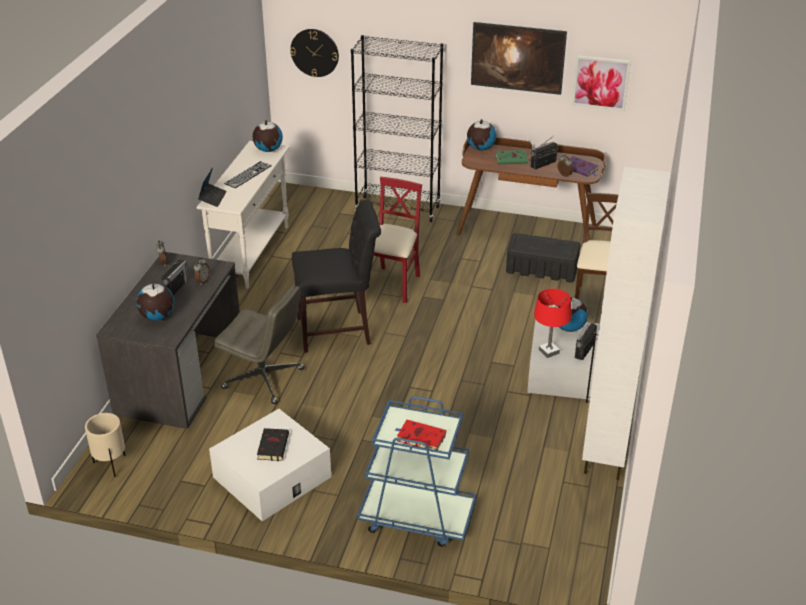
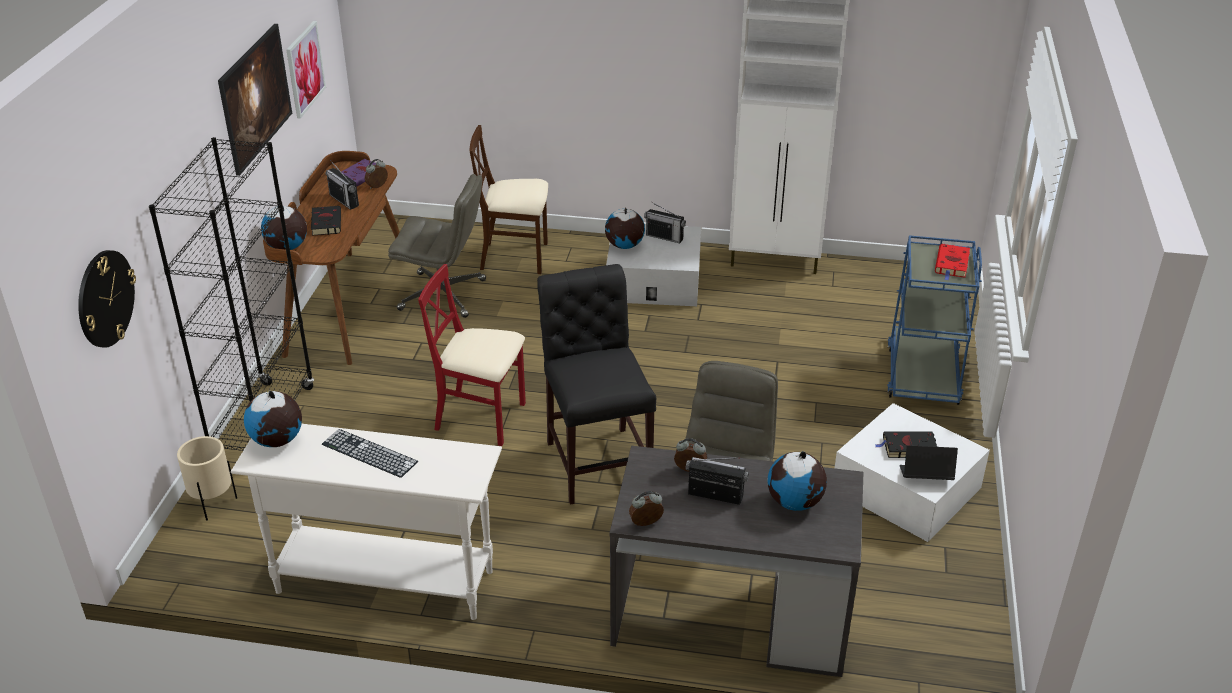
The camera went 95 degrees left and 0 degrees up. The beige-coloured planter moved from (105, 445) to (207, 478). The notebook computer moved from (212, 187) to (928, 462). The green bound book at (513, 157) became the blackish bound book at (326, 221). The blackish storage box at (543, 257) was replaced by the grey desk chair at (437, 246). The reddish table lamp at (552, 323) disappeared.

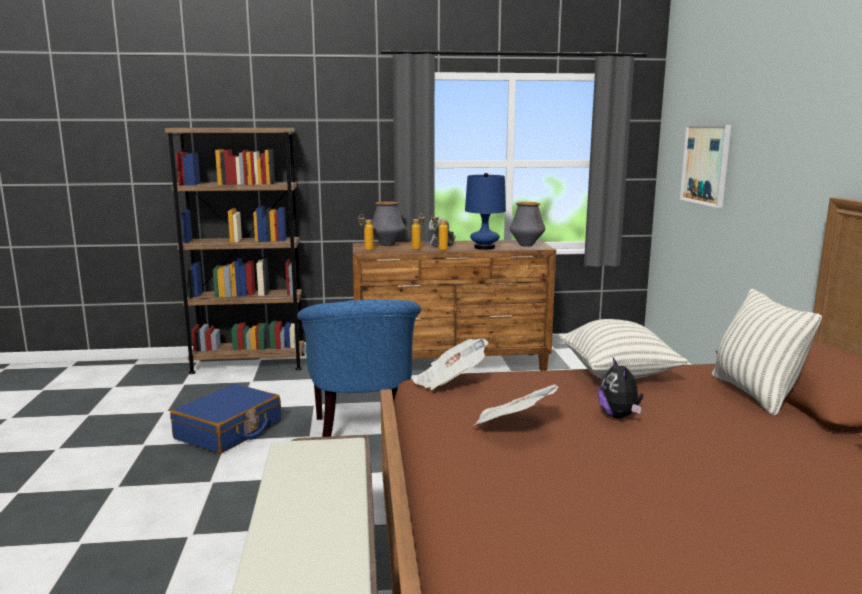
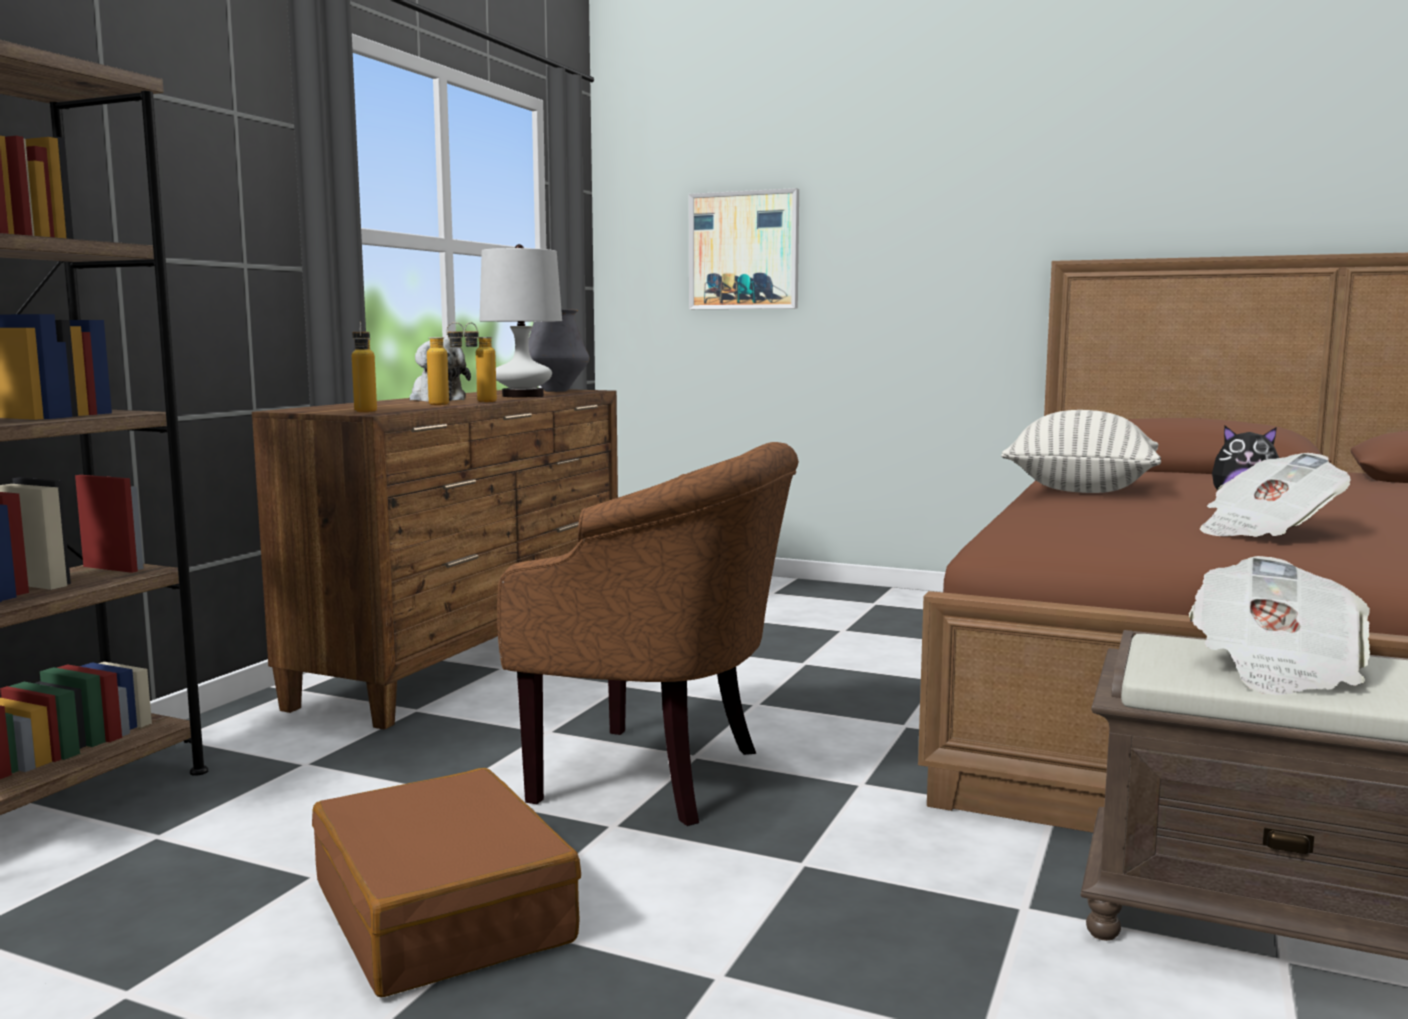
The camera went 60 degrees left and 5 degrees down. The bluish suitcase at (225, 419) became the brown suitcase at (446, 882). The bluish lounge chair at (359, 368) became the brown lounge chair at (648, 634). The flower vase at (388, 223) disappeared. The daily paper moved from (451, 364) to (1279, 625). The bluish table lamp at (485, 211) became the white-coloured table lamp at (521, 320). The throw pillow at (767, 352) disappeared.

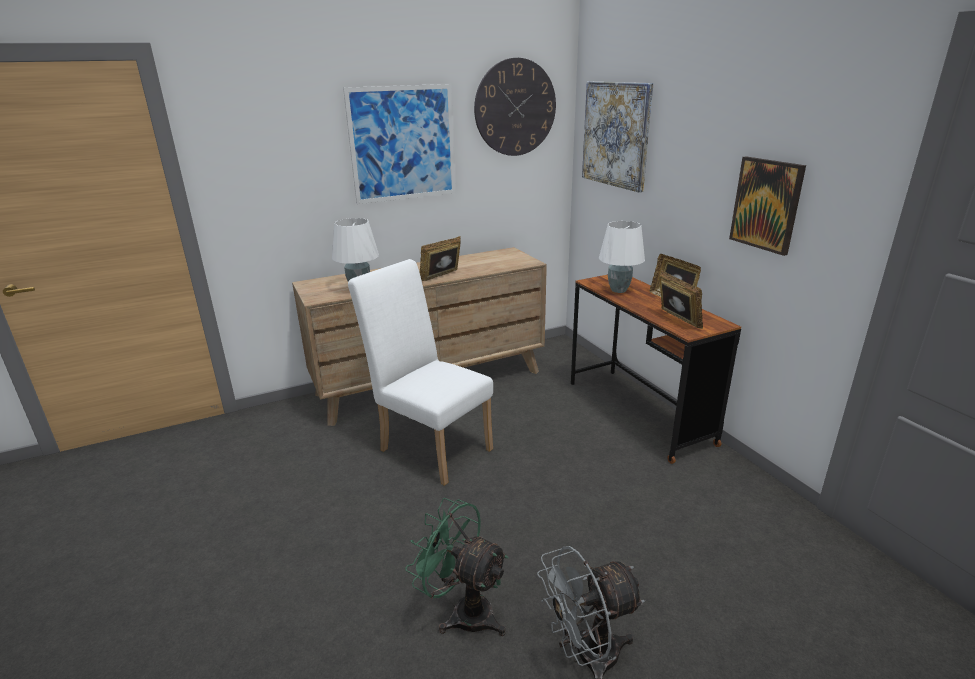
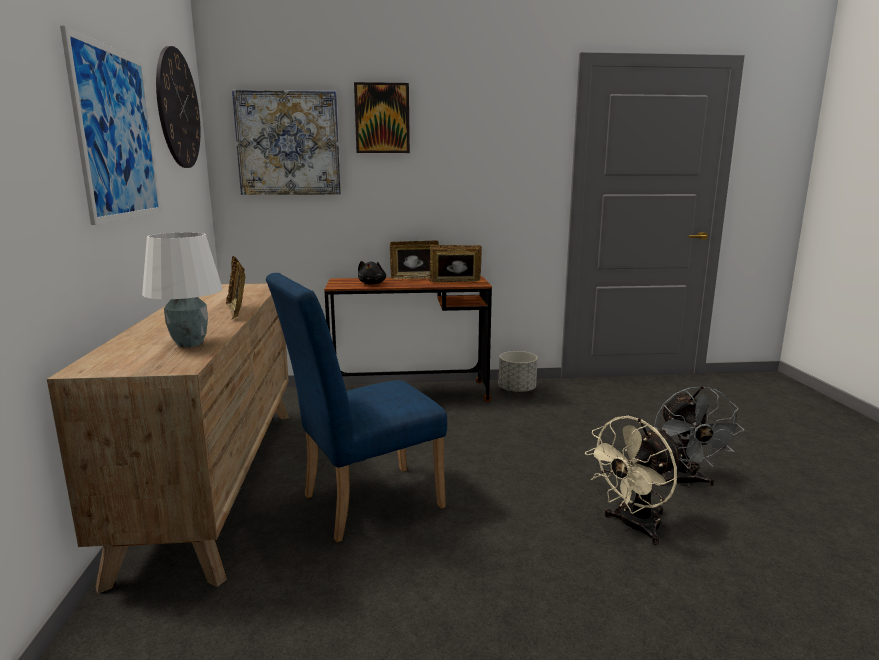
The camera went 70 degrees left and 10 degrees down. The white-coloured upright chair at (420, 372) became the bluish upright chair at (356, 407). The green fan at (457, 567) became the beige-coloured fan at (633, 480). The white-coloured table lamp at (622, 257) was replaced by the blackish soft toy at (372, 273). The wall art moved from (767, 206) to (382, 117). The grey planter at (518, 372) appeared.

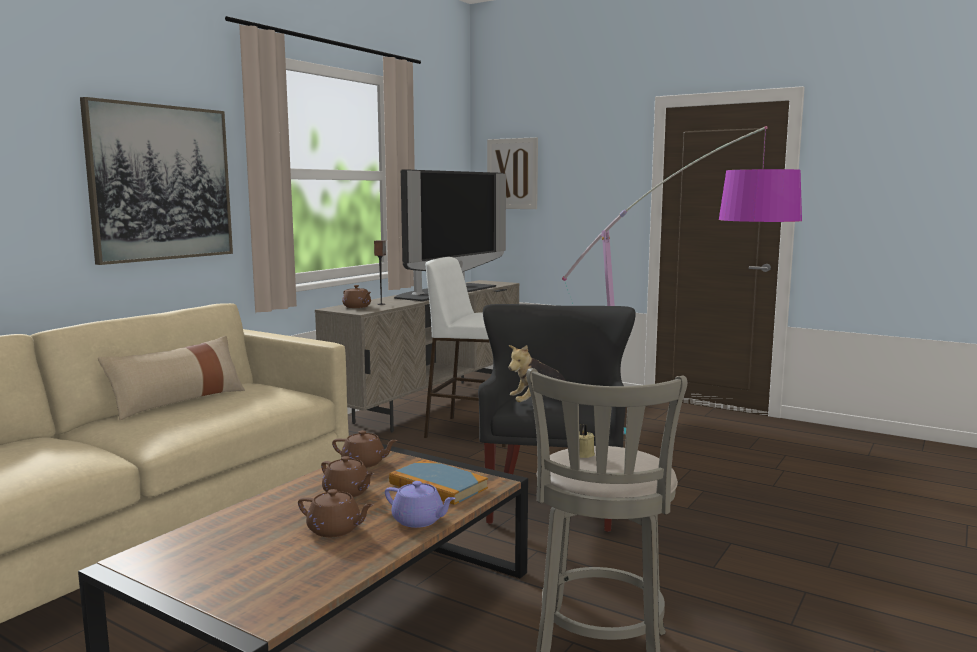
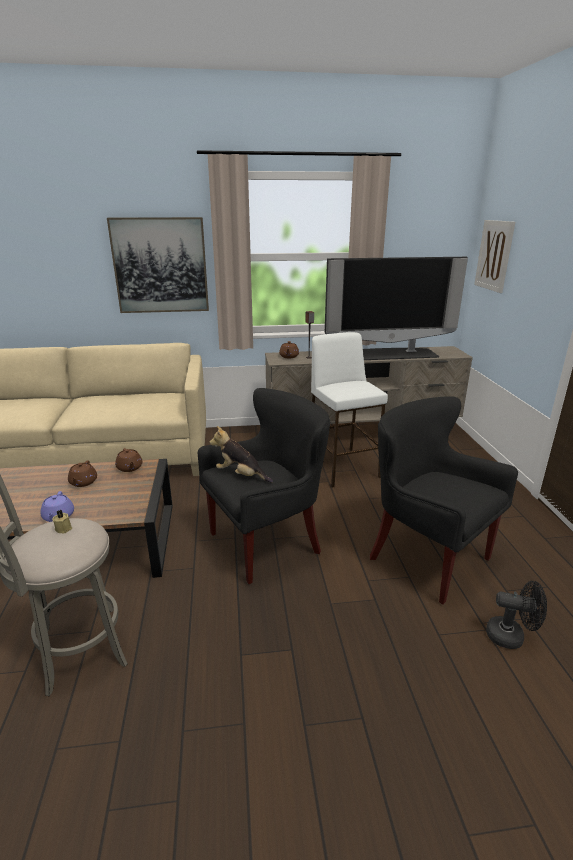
The camera went 50 degrees right and 15 degrees up. The beige-coloured throw pillow at (171, 378) disappeared. The brown teapot at (336, 513) disappeared. The bound book at (438, 482) disappeared. The standing lamp at (682, 280) was replaced by the blackish lounge chair at (443, 500). The blackish fan at (516, 615) appeared.

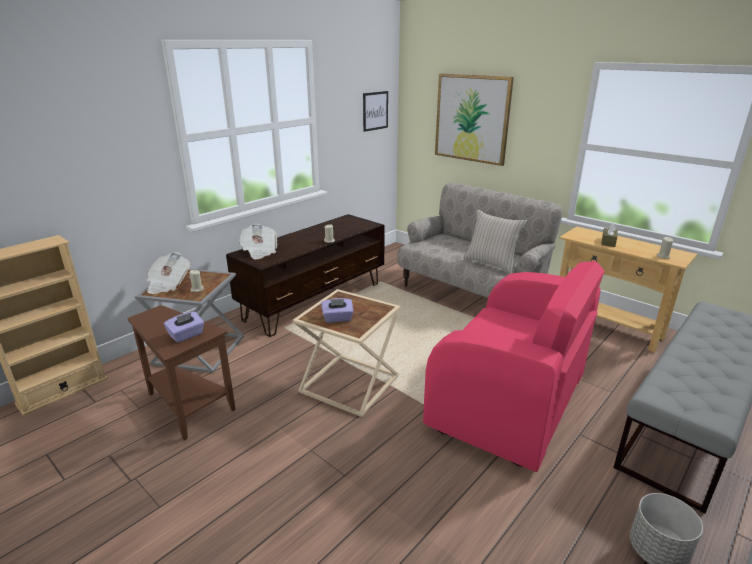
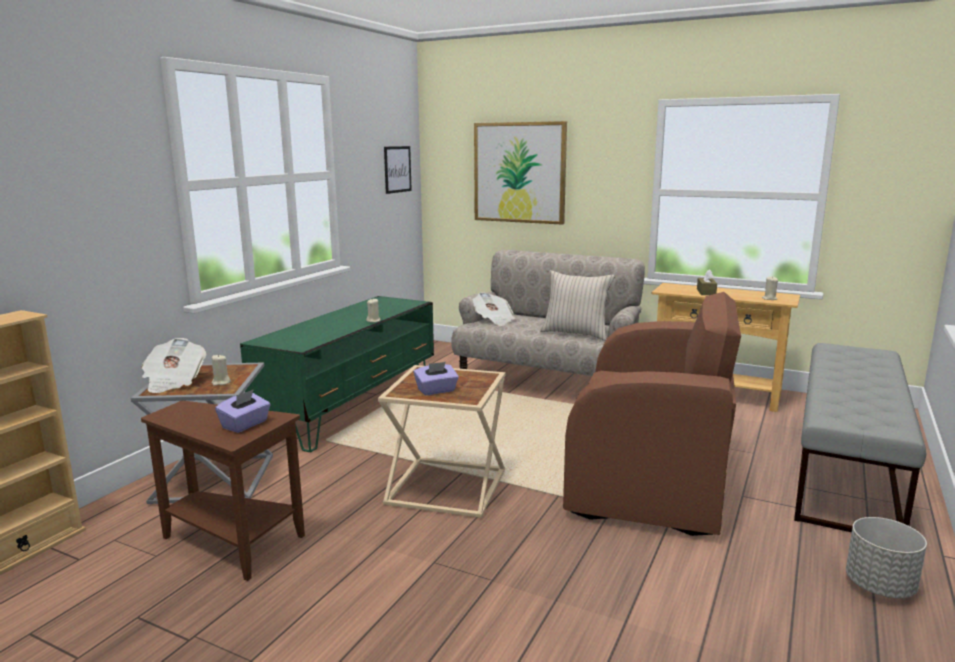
The camera went 15 degrees left and 10 degrees down. The brown tv unit at (305, 275) became the green tv unit at (337, 374). The daily paper moved from (258, 242) to (494, 309). The pink-coloured lounge chair at (514, 366) became the brown lounge chair at (652, 414).

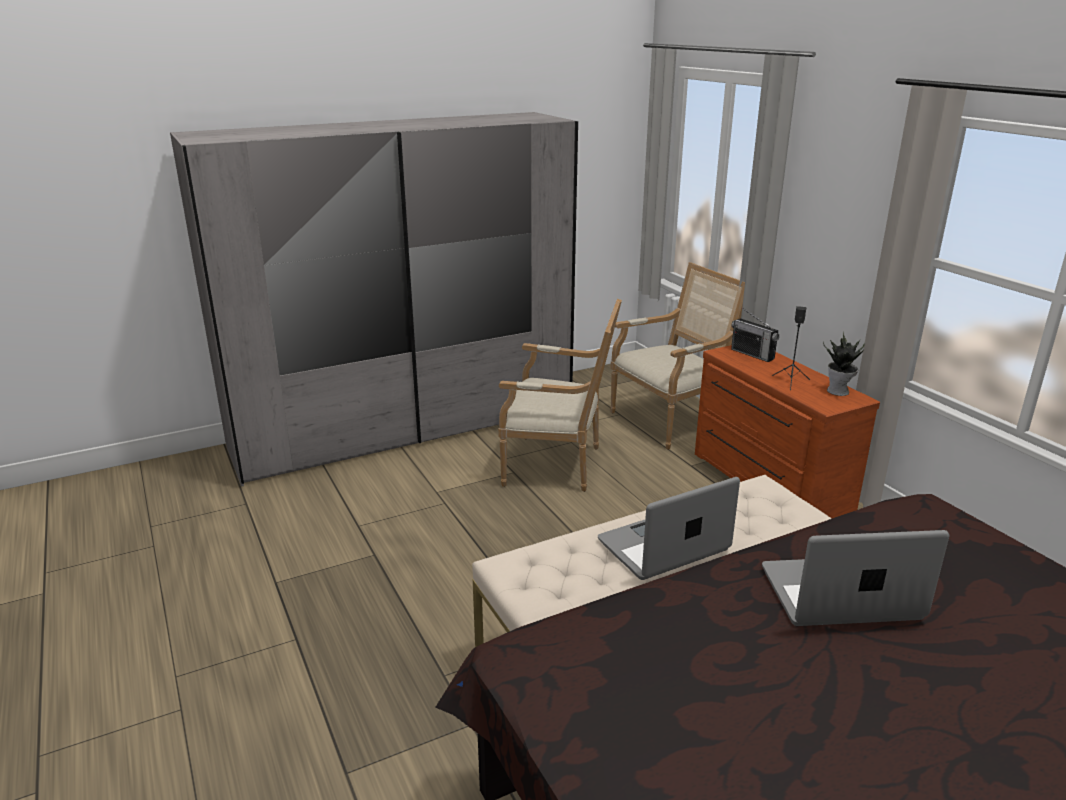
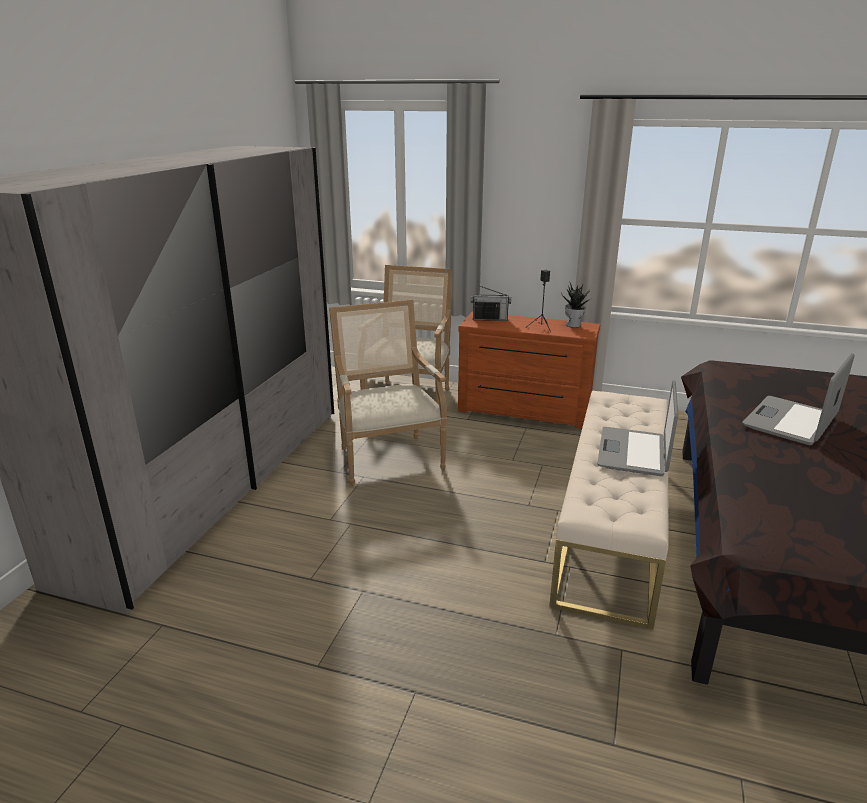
The camera went 45 degrees left and 0 degrees up. The lounge chair at (560, 395) turned 75 degrees counterclockwise.

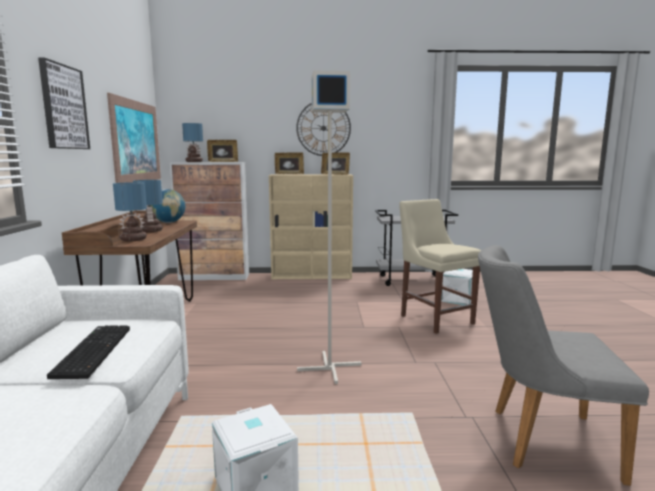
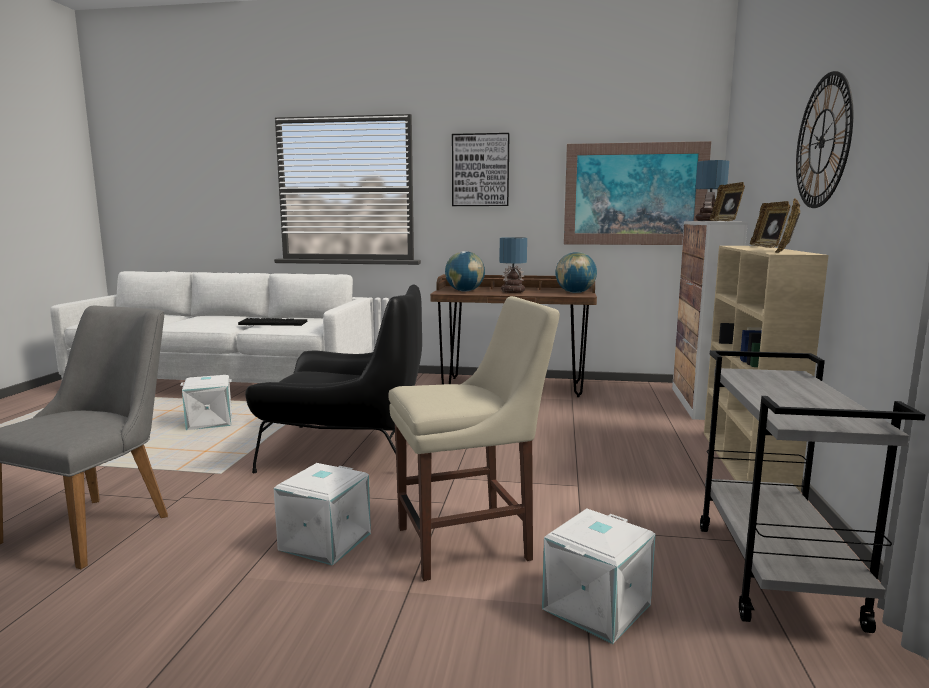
The camera went 100 degrees right and 0 degrees up. The table lamp at (130, 211) was replaced by the world globe at (465, 271). The grey standing lamp at (329, 227) was replaced by the blackish lounge chair at (333, 379). The white-coloured storage box at (322, 514) appeared.

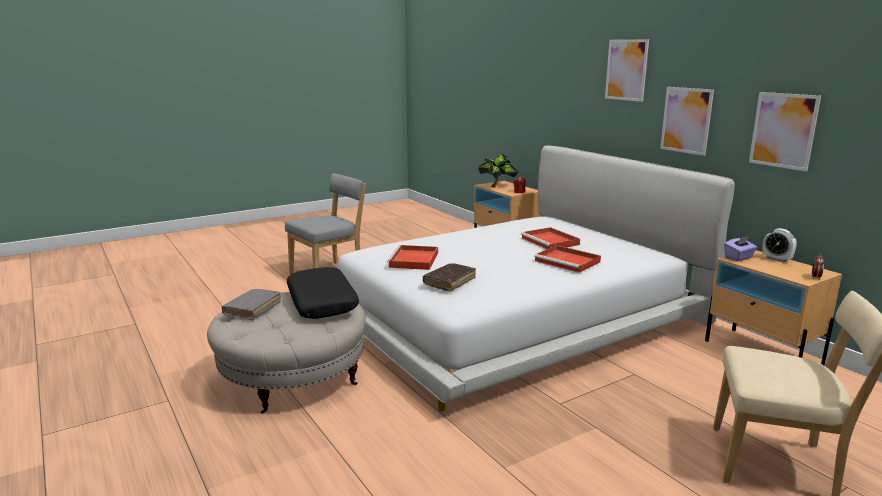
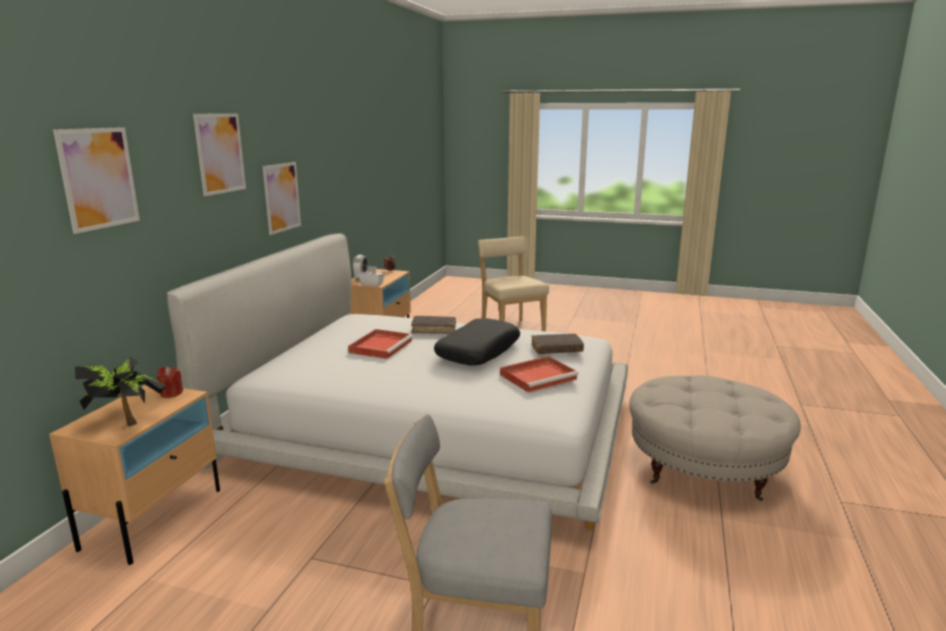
The camera went 130 degrees left and 0 degrees up. The grey bound book at (251, 304) disappeared. The blackish throw pillow moved from (323, 293) to (477, 342). The reddish tray at (567, 259) was replaced by the brown bound book at (433, 325). The purplish tissue box at (740, 248) became the white-coloured tissue box at (371, 276). The wall art moved from (785, 131) to (96, 180).

